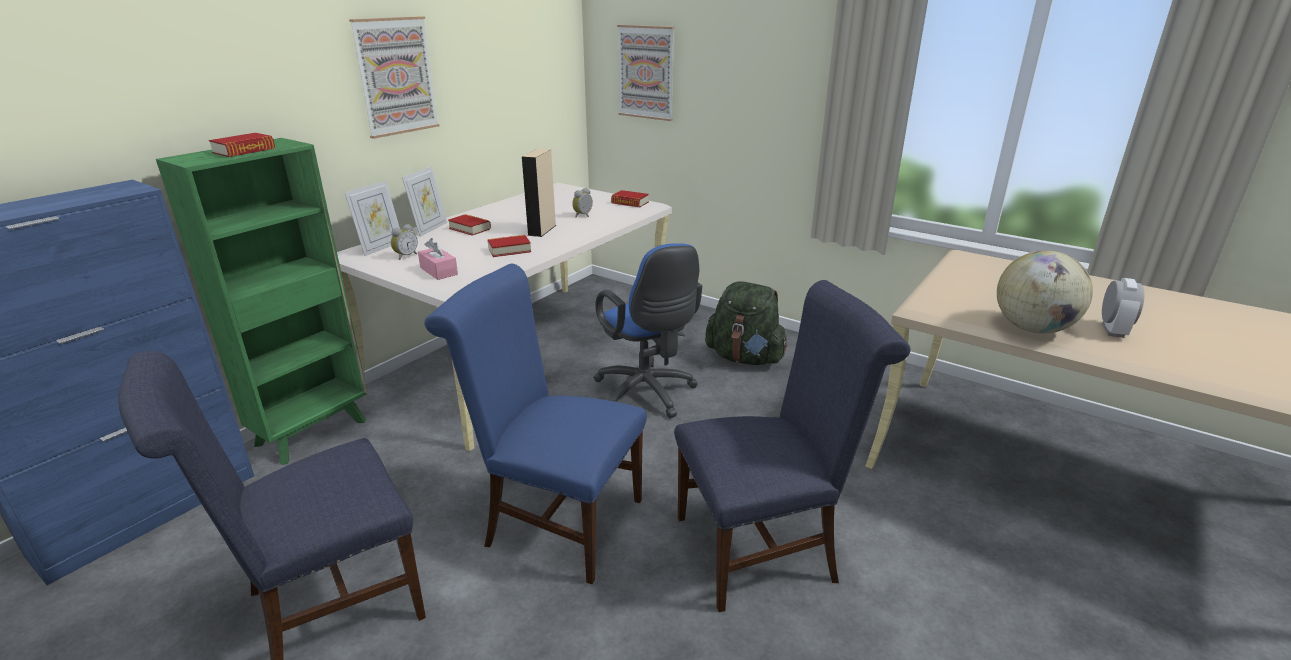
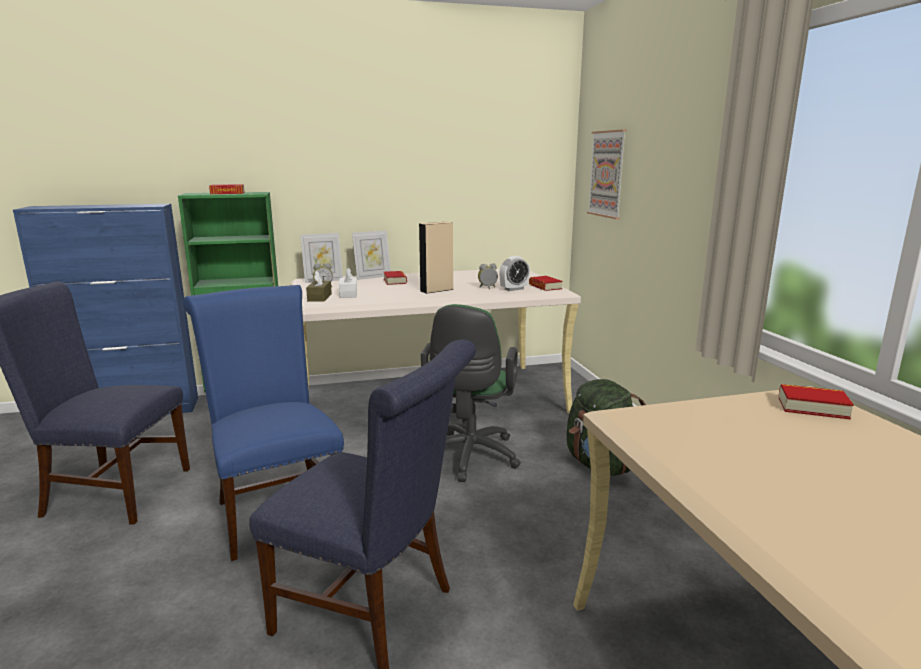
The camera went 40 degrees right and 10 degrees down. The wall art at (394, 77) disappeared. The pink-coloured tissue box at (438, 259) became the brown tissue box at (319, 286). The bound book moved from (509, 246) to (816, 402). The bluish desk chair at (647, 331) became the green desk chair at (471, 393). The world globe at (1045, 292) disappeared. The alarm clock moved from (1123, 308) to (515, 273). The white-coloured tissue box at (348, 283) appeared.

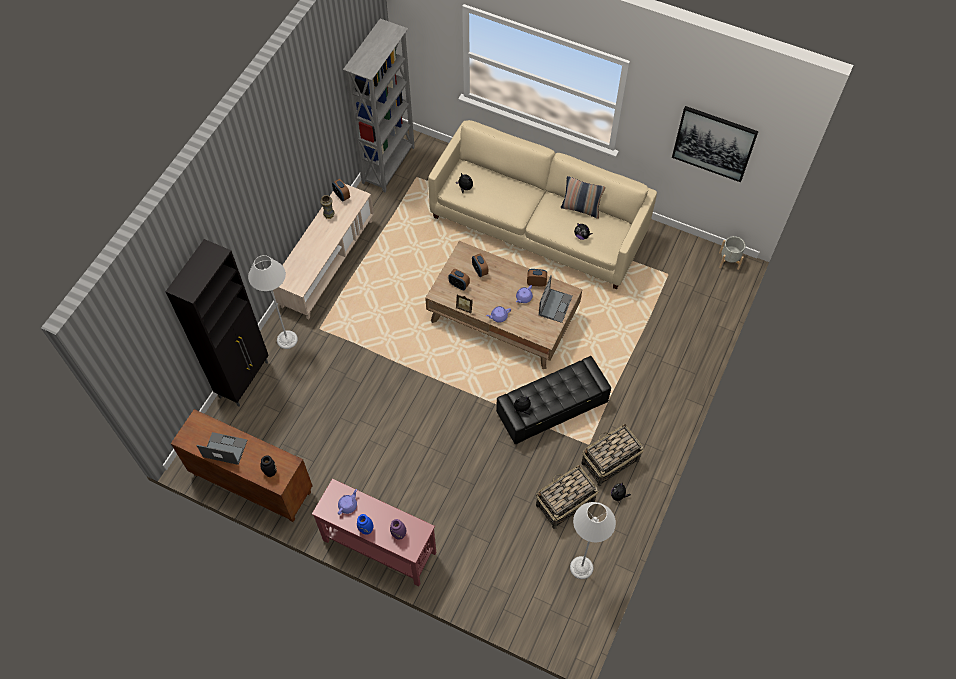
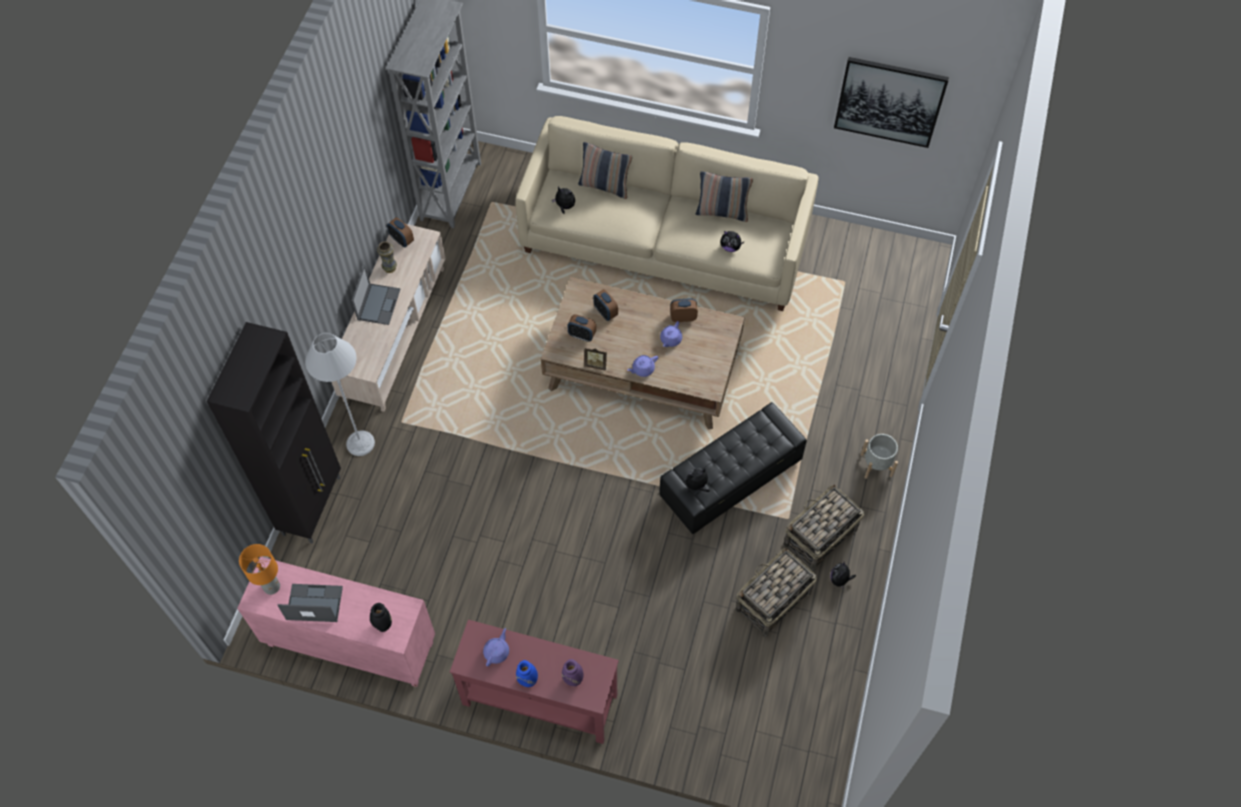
The camera went 10 degrees left and 0 degrees up. The brown storage cabinet at (242, 465) became the pink-coloured storage cabinet at (336, 622). The notebook computer moved from (555, 299) to (376, 295). The grey standing lamp at (593, 540) disappeared. The grey planter moved from (732, 253) to (879, 456). The orangey table lamp at (259, 569) appeared. The throw pillow at (605, 170) appeared.

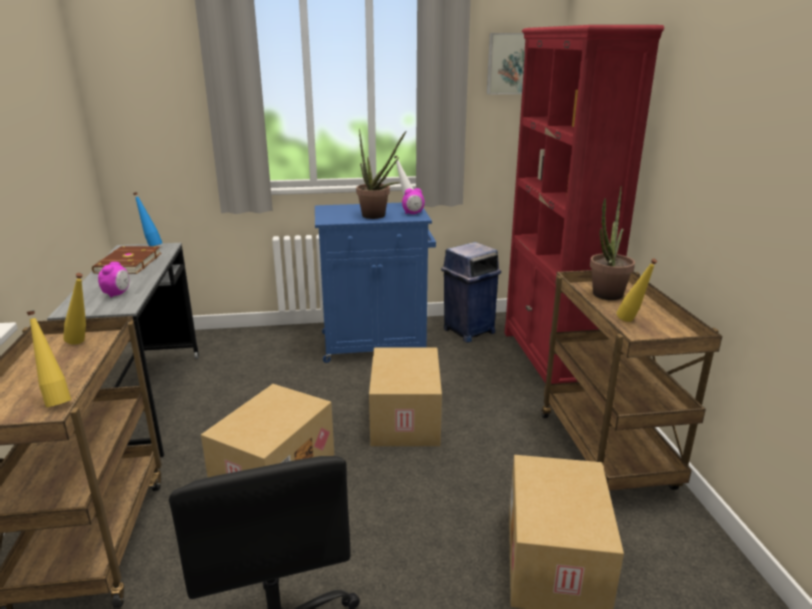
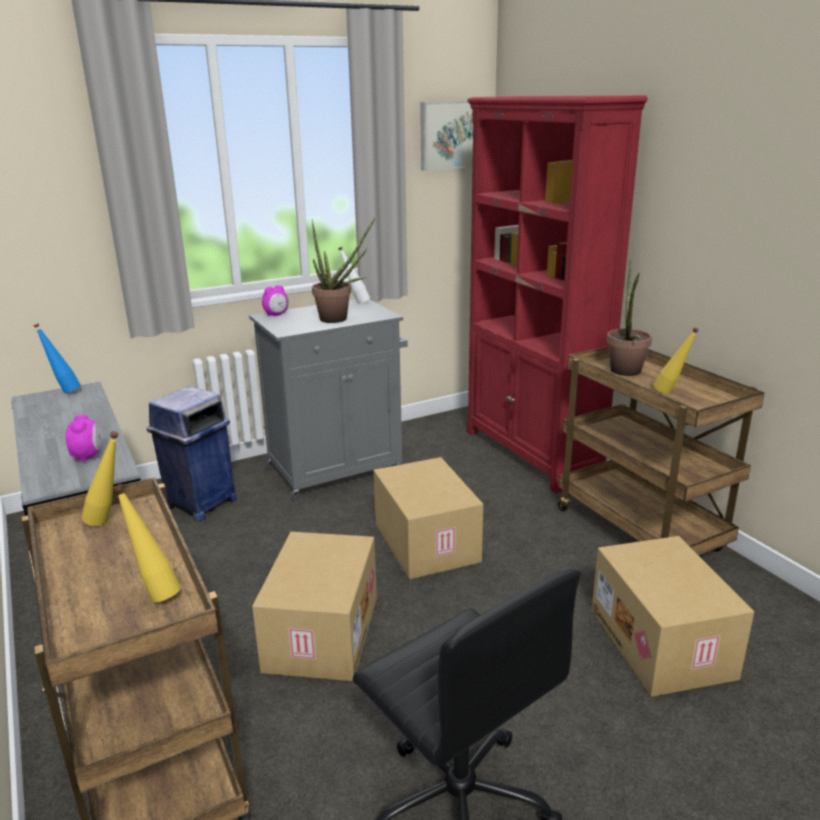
The camera went 20 degrees left and 0 degrees up. The brown bound book at (127, 260) disappeared. The bluish storage cabinet at (375, 283) became the grey storage cabinet at (328, 400). The alarm clock moved from (413, 201) to (275, 300). The bluish rubbish bin moved from (471, 292) to (192, 454).

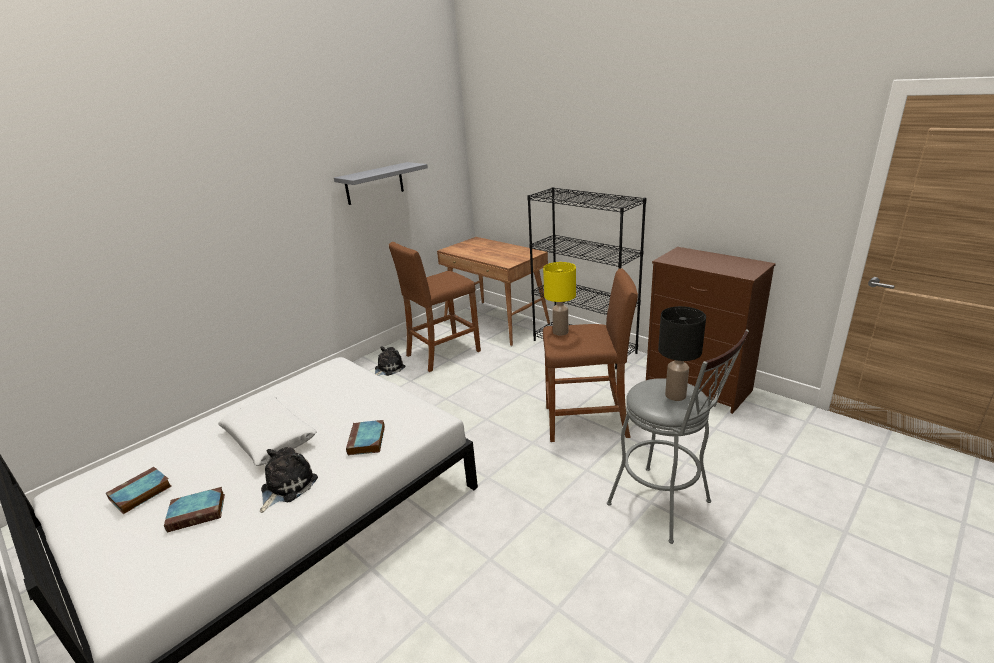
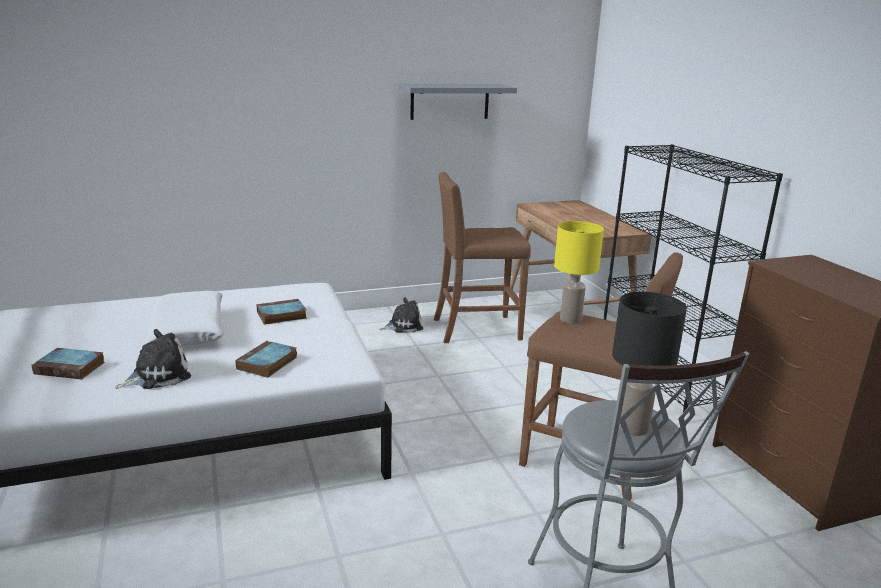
The camera went 25 degrees right and 5 degrees down. The bound book moved from (139, 490) to (282, 312).

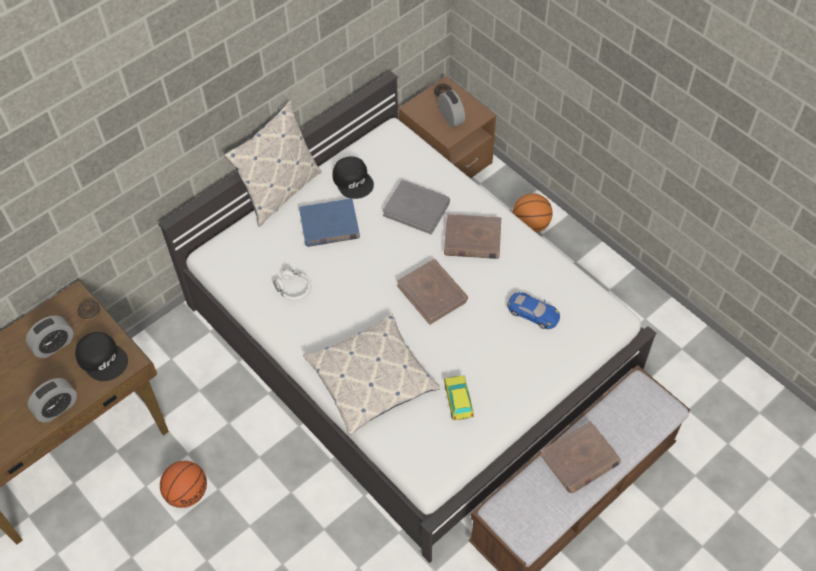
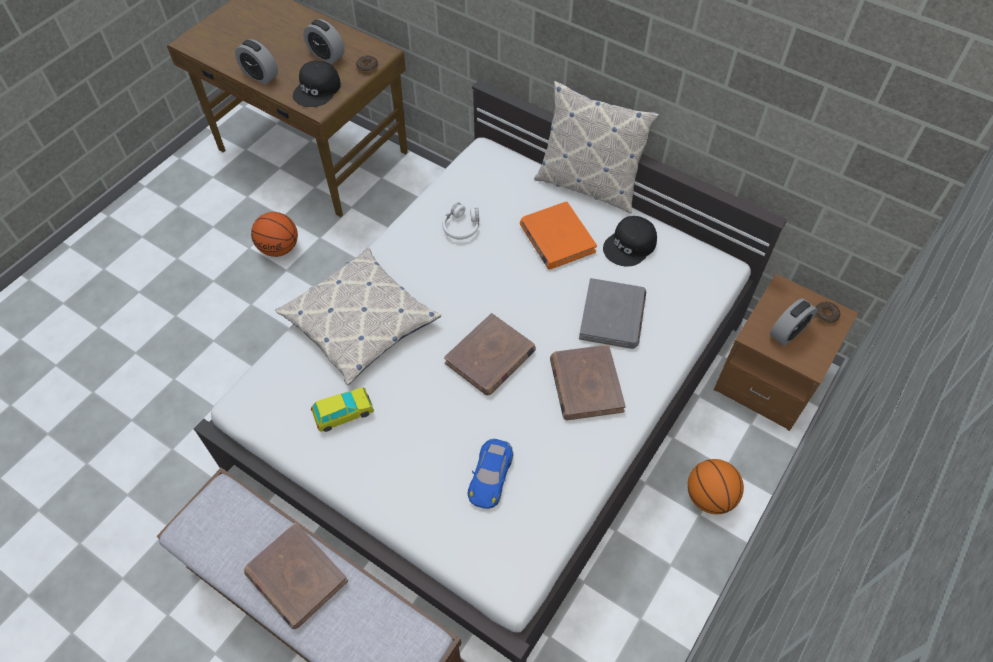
The camera went 75 degrees right and 0 degrees up. The bluish bound book at (329, 222) became the orangey bound book at (558, 235).

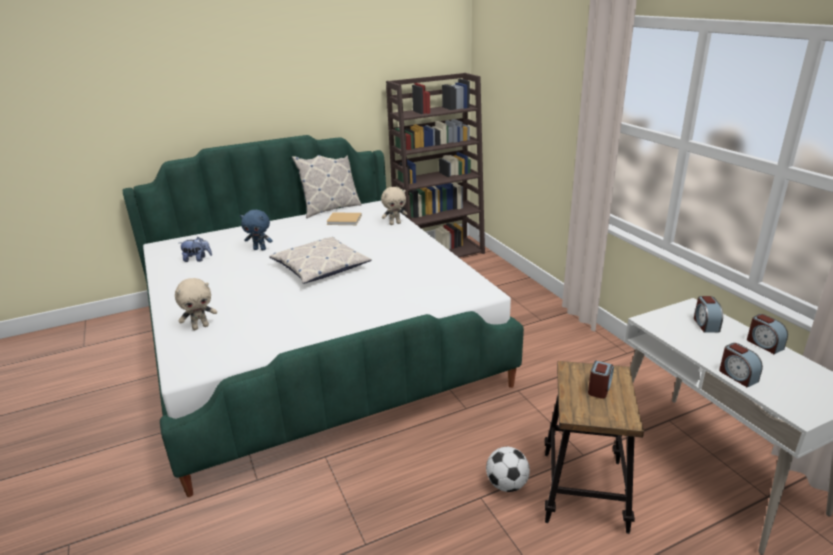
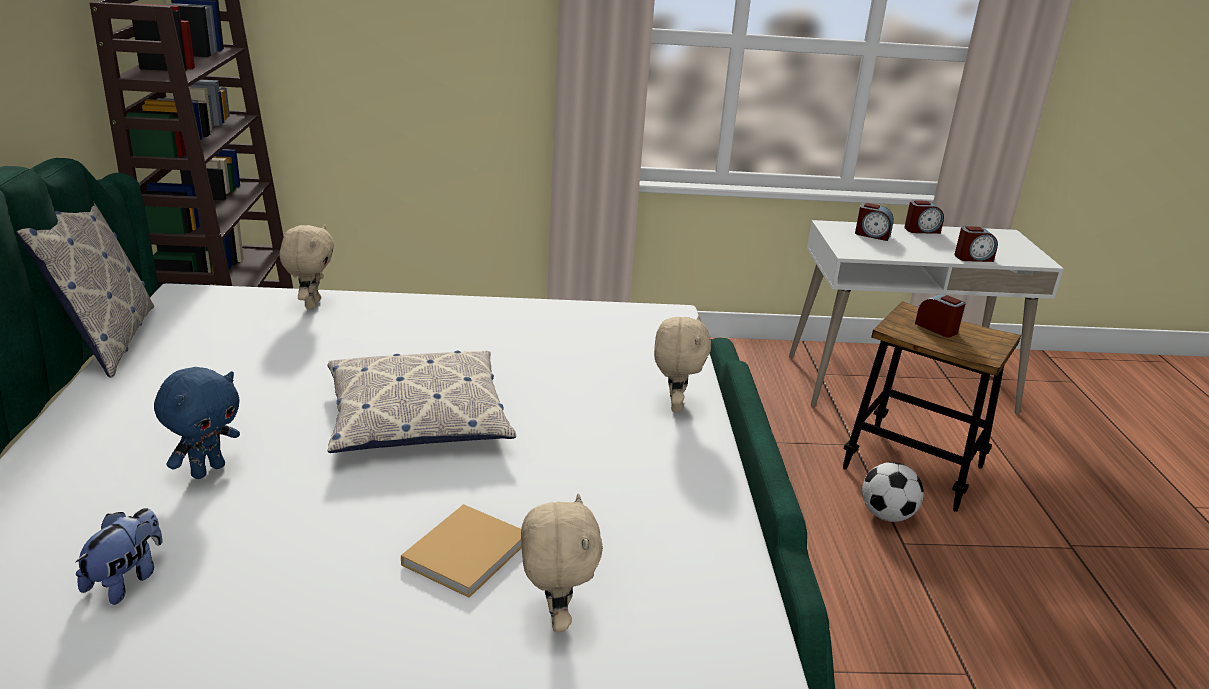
The camera went 70 degrees left and 0 degrees up. The beige-coloured bound book moved from (344, 218) to (461, 551). The beige-coloured soft toy at (682, 363) appeared.

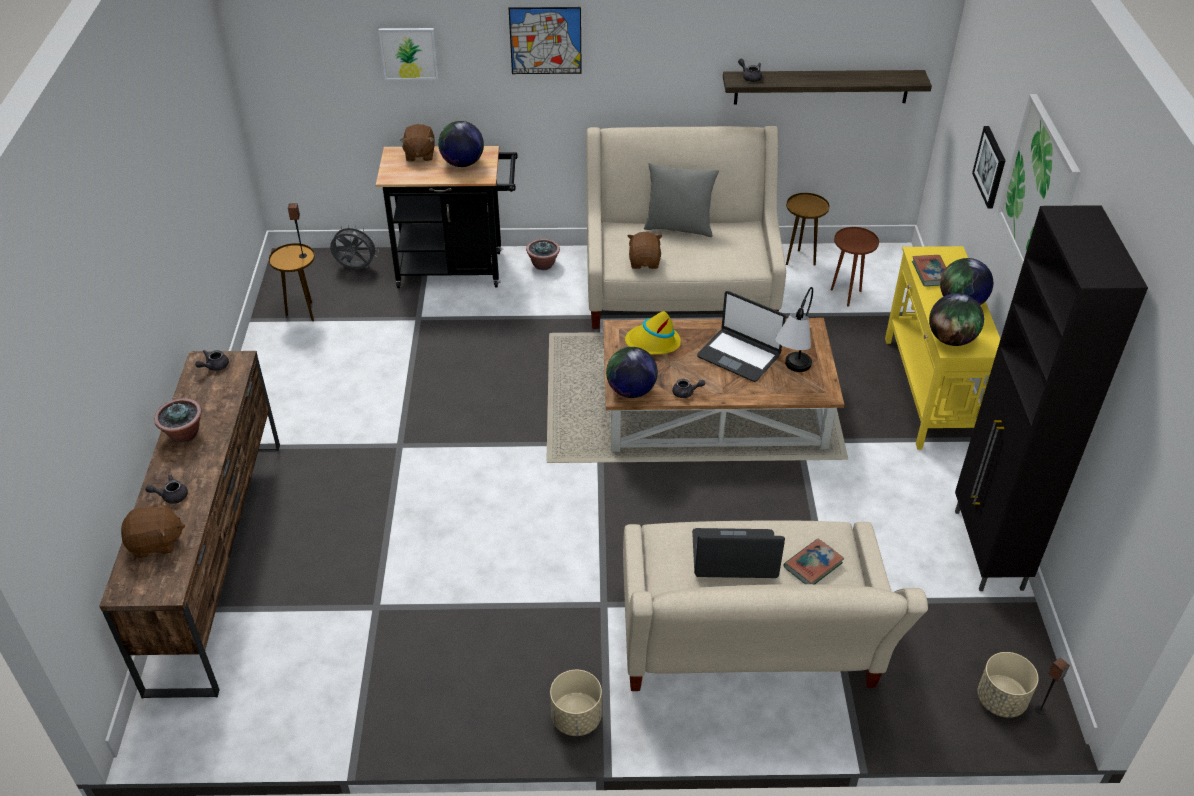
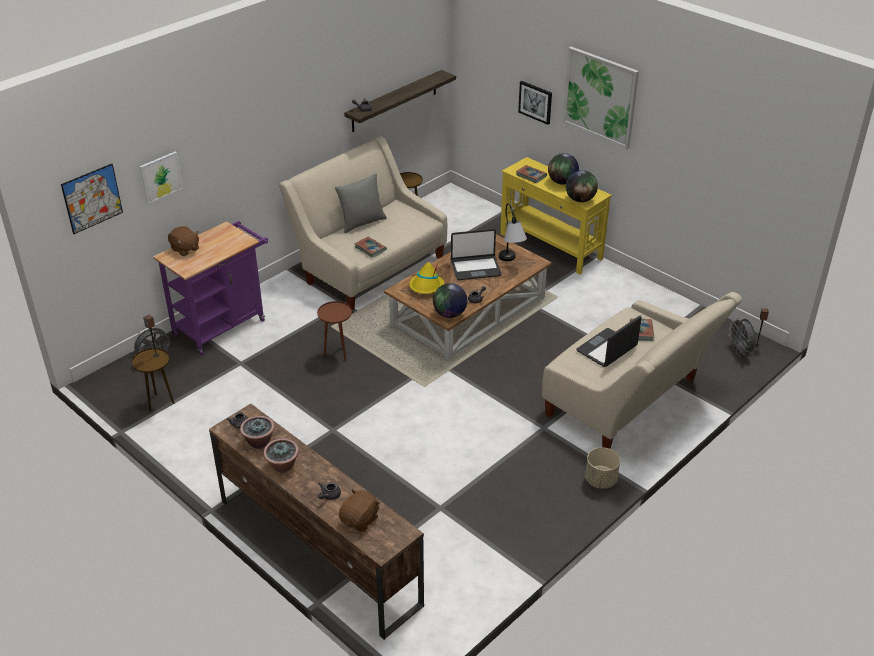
The camera went 45 degrees left and 5 degrees down. The blackish cart at (447, 217) became the purplish cart at (210, 288). The world globe at (461, 144) disappeared. The wall art moved from (545, 40) to (92, 199). The houseplant moved from (543, 254) to (257, 432). The brown soft toy at (645, 250) was replaced by the bound book at (370, 247). The brown accent table moved from (855, 266) to (334, 331). The blackish storage cabinet at (1051, 398) disappeared. The beige-coloured planter at (1007, 685) was replaced by the grey fan at (742, 337).

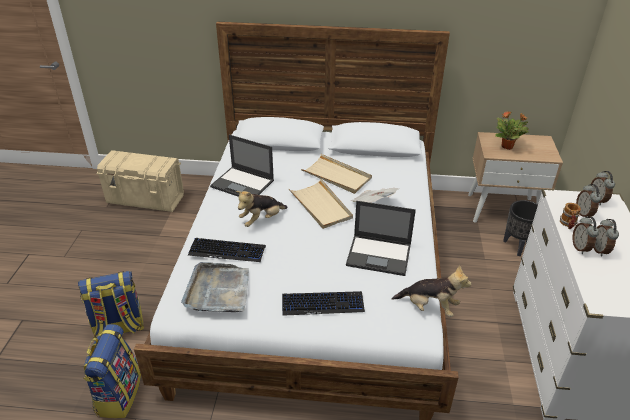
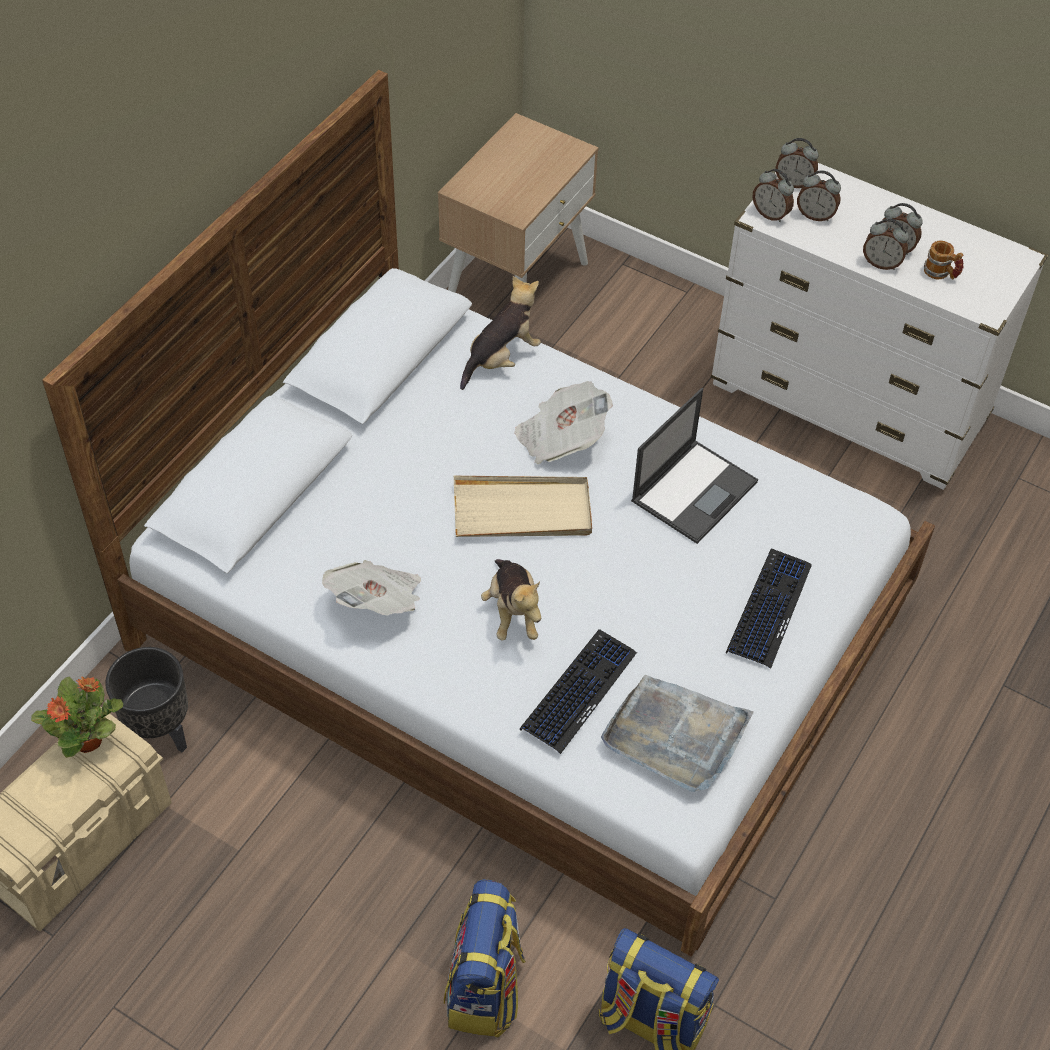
The camera went 65 degrees left and 15 degrees up. The notebook computer at (242, 166) was replaced by the daily paper at (371, 587). The beige-coloured tray at (336, 174) disappeared. The soft toy moved from (432, 291) to (500, 333). The houseplant moved from (511, 130) to (77, 717). The blackish planter moved from (520, 228) to (146, 699). The tea mug moved from (570, 216) to (944, 259). The alarm clock at (773, 195) appeared.

